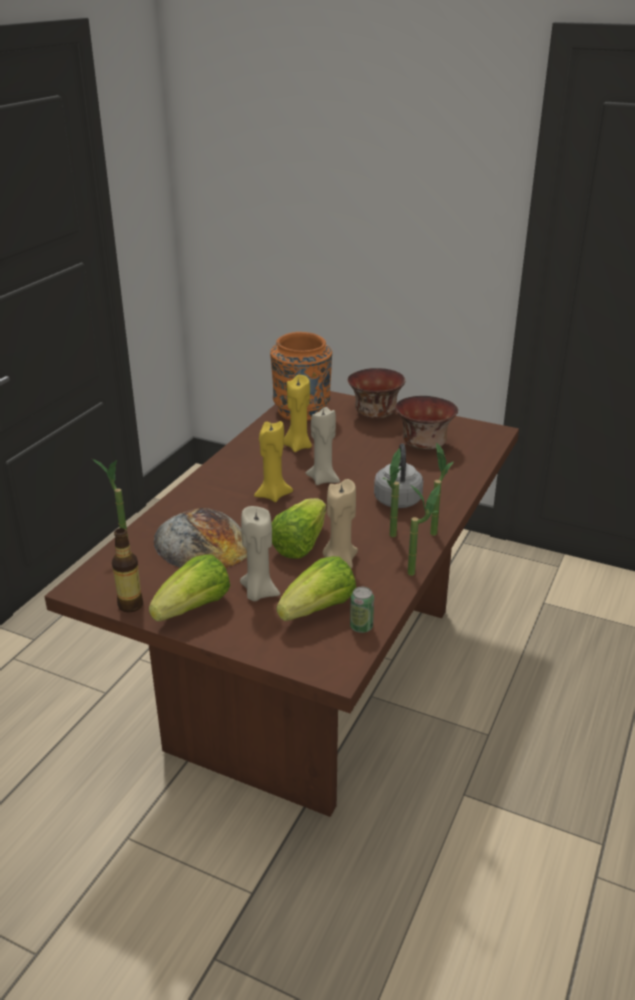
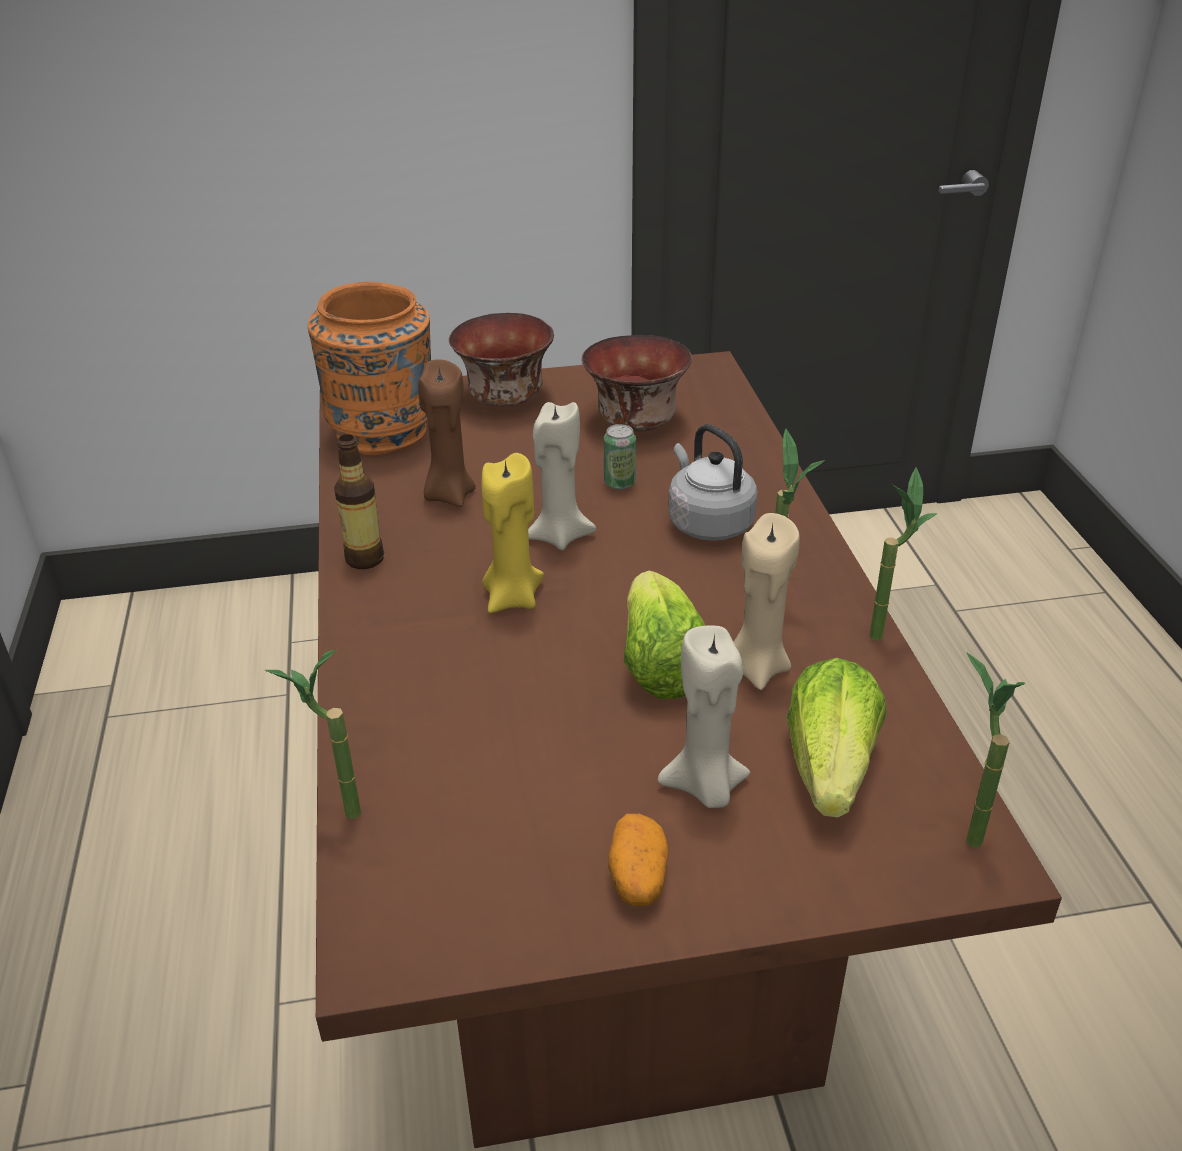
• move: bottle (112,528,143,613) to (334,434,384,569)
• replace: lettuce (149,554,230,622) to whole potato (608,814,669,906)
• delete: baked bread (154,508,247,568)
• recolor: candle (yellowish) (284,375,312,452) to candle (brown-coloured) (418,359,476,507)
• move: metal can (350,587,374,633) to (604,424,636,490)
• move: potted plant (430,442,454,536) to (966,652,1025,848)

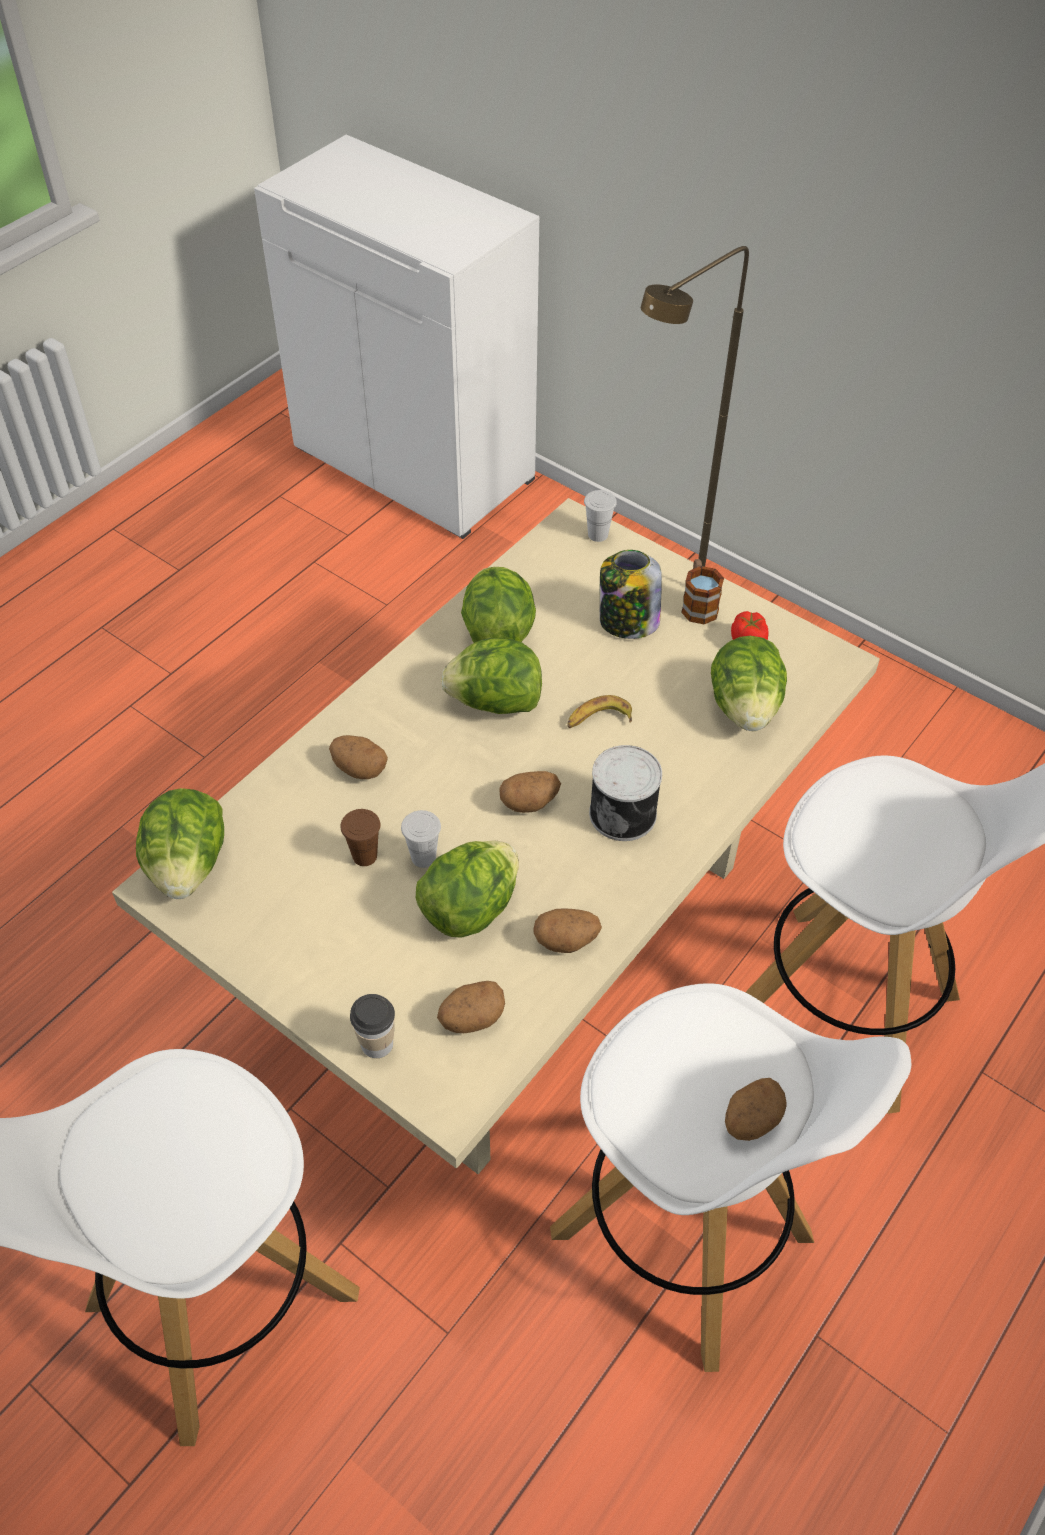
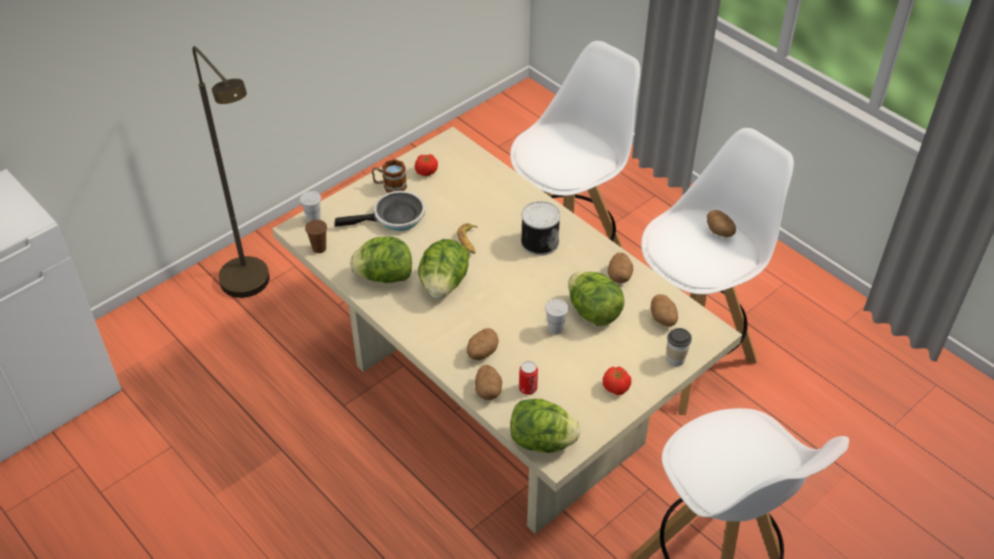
• move: drinking cup (brown-coloured) (340,809,380,866) to (305,220,327,253)
• move: whole potato (499,771,561,813) to (475,365,502,400)
• replace: jar (600,550,662,639) to frying pan (335,191,425,231)
• delete: lettuce (711,636,787,731)
• insert: metal can (519,361,538,395)
• insert: fresh tomato (603,367,631,395)

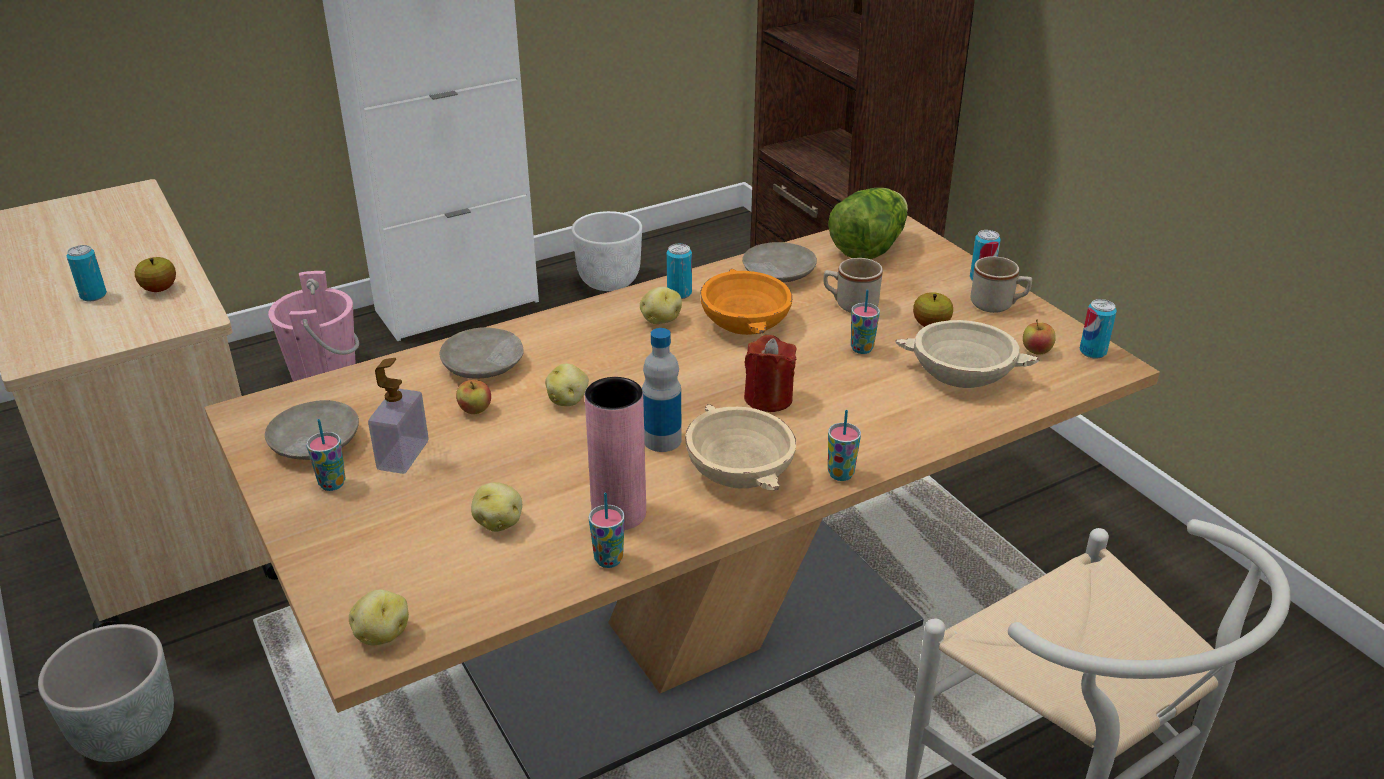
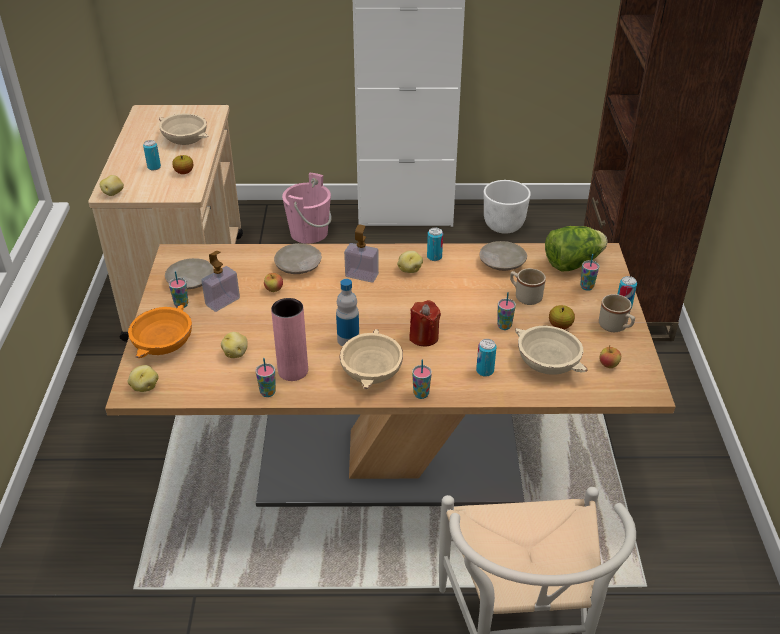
• delete: planter (gray) (38,624,174,762)
• move: whole potato (545,364,589,406) to (99,175,124,196)
• move: bowl (orange) (700,269,792,335) to (128,305,192,358)
• move: metal can (1080,299,1117,359) to (476,339,496,377)
• insert: bowl (sand-coloured) (159,114,209,145)
• insert: soap dispenser (344,224,379,283)
• insert: drinking cup (580,254,599,291)

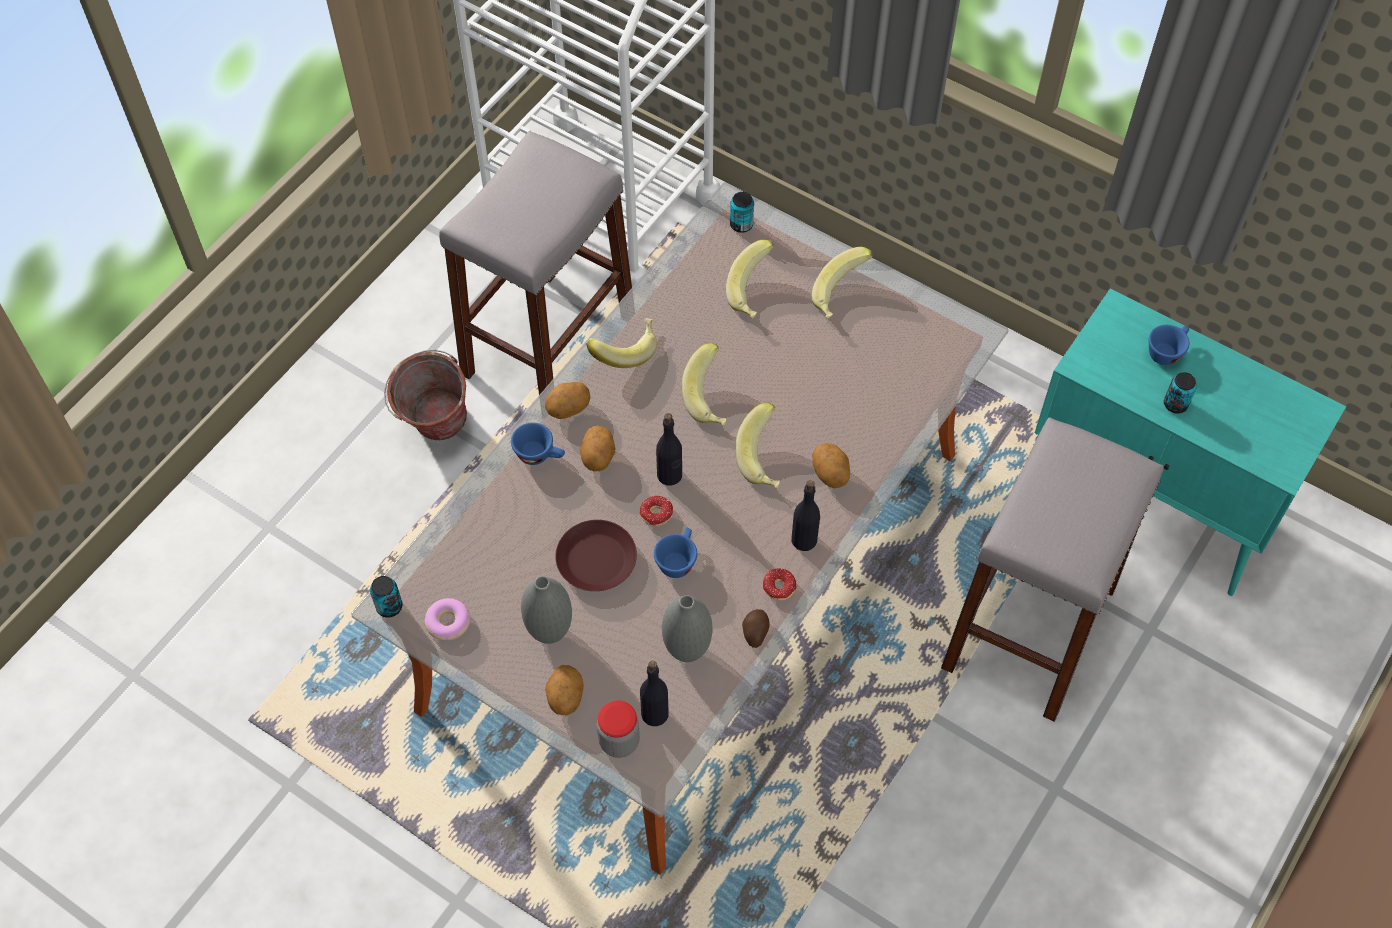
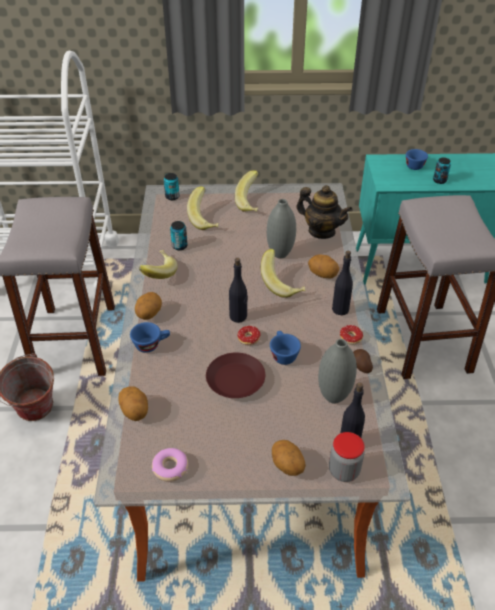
• move: metal can (370,576,403,618) to (170,221,188,250)
• move: decorative vase (gray) (521,576,572,644) to (267,199,296,258)
• move: whole potato (580,425,615,471) to (118,386,148,421)
• delete: banana fruit (682,343,727,426)
• insert: tea pot (296,185,352,239)

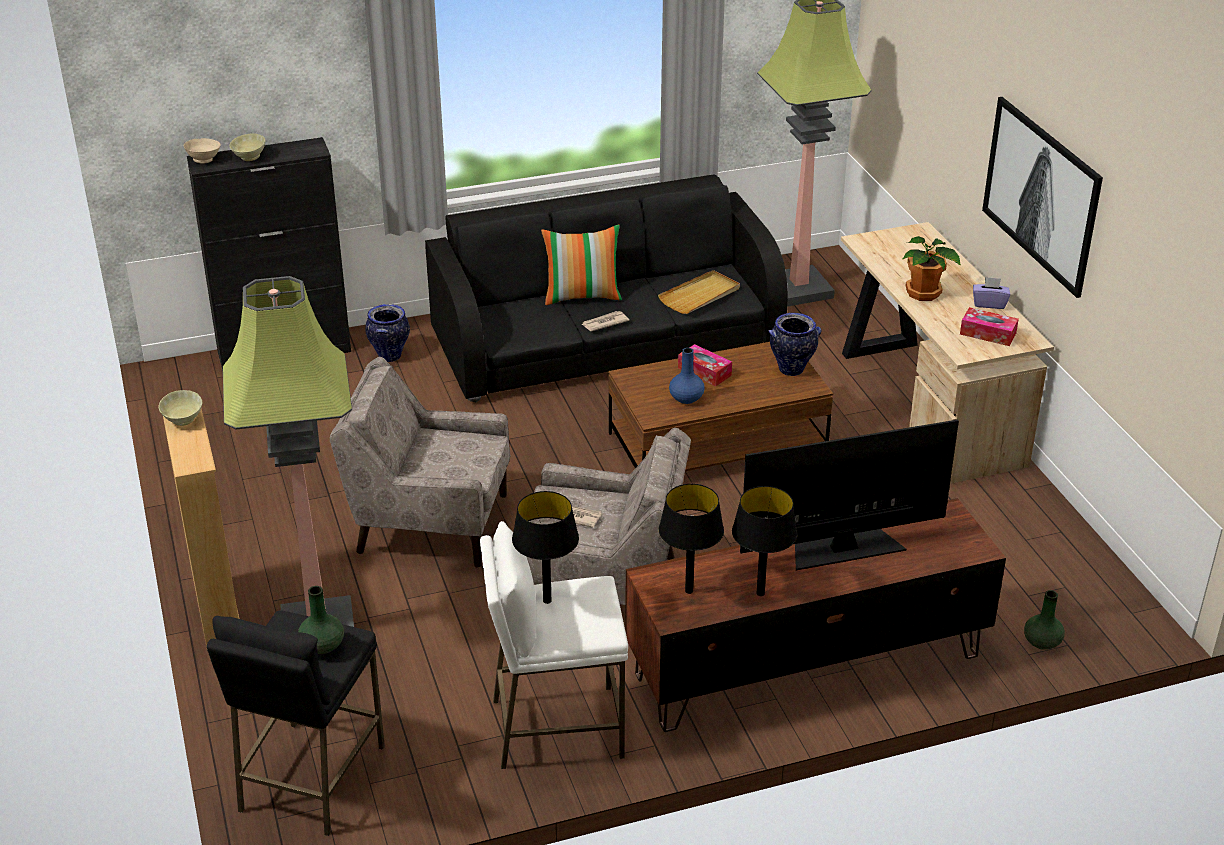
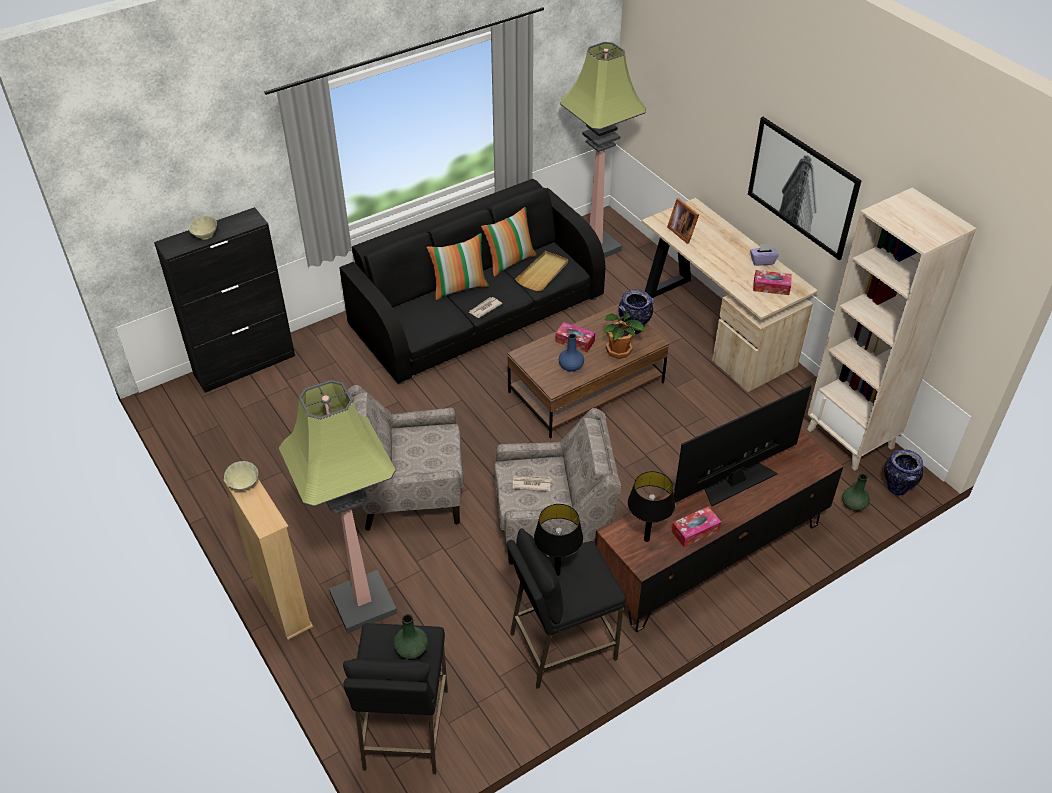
• delete: bowl (sand-coloured) (184,138,221,164)
• move: decorative vase (365,304,410,362) to (884,449,923,496)
• recolor: stool (whitish) (480,521,628,769) to stool (black-coloured) (506,529,626,689)
• replace: lamp for a table (black-coloured) (732,486,798,596) to tissue box (671,506,721,547)
• move: potted plant (902,236,961,301) to (603,313,645,359)
• insert: throw pillow (481,207,537,277)
• insert: picture frame (667,198,699,244)
• insert: shelving unit (sand-coloured) (807,188,976,471)

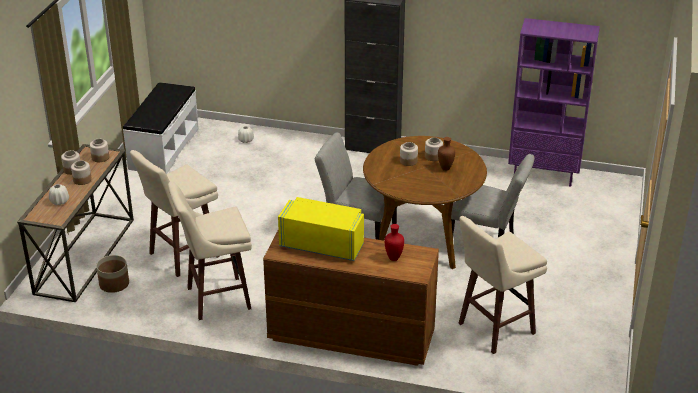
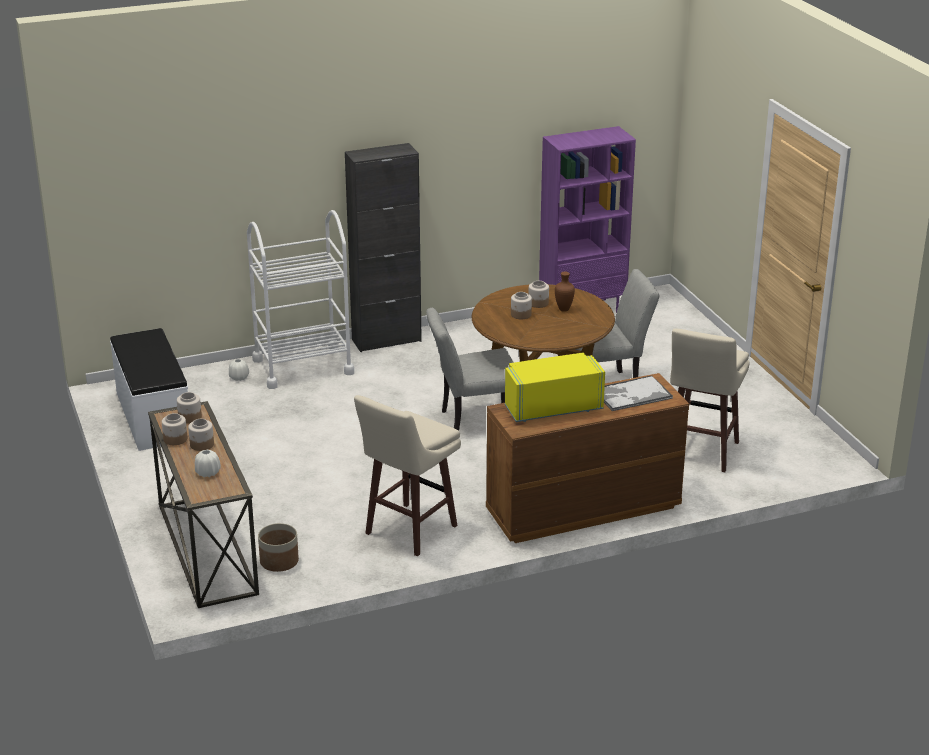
• delete: stool (sand-coloured) (130,150,220,277)
• replace: decorative vase (reddish) (385,224,404,261) to serving tray (604,375,673,411)
• insert: wheeled cart (whitish) (247,210,354,389)

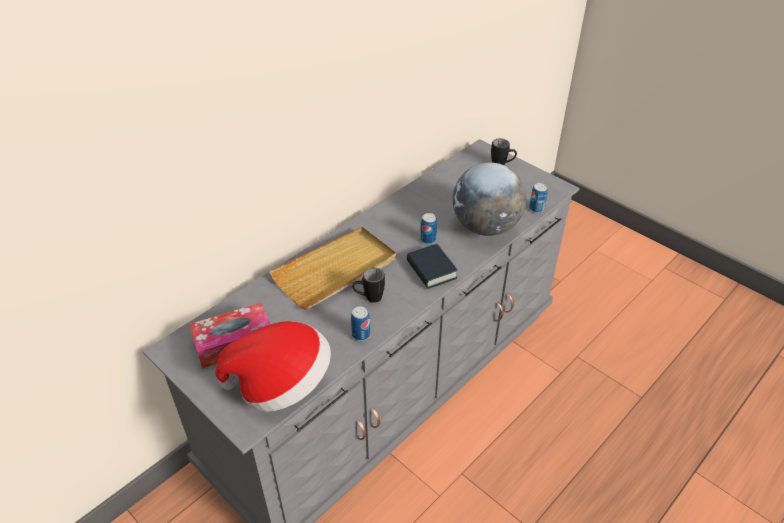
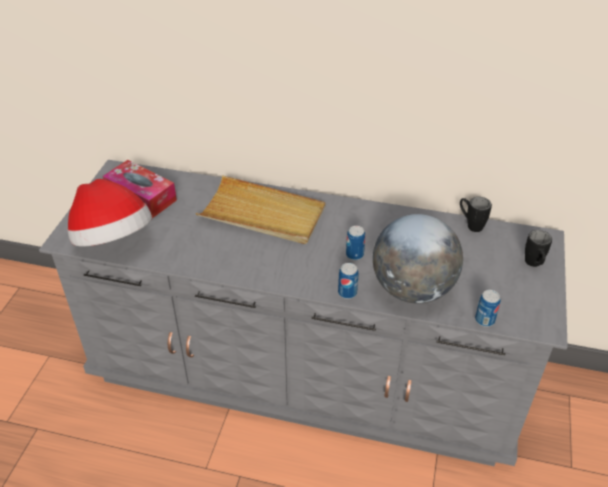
• move: metal can (351,306,370,341) to (338,263,358,299)
• move: tea mug (black-coloured) (352,268,385,303) to (460,197,492,232)
• delete: bound book (407,244,458,289)

